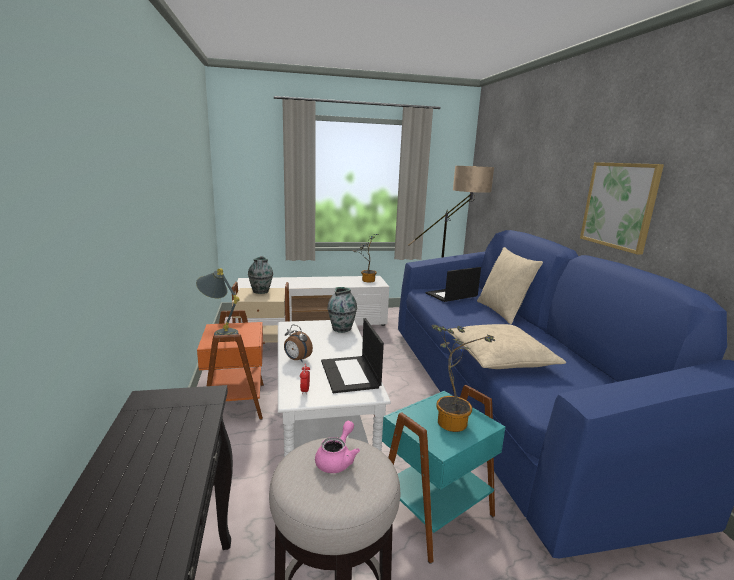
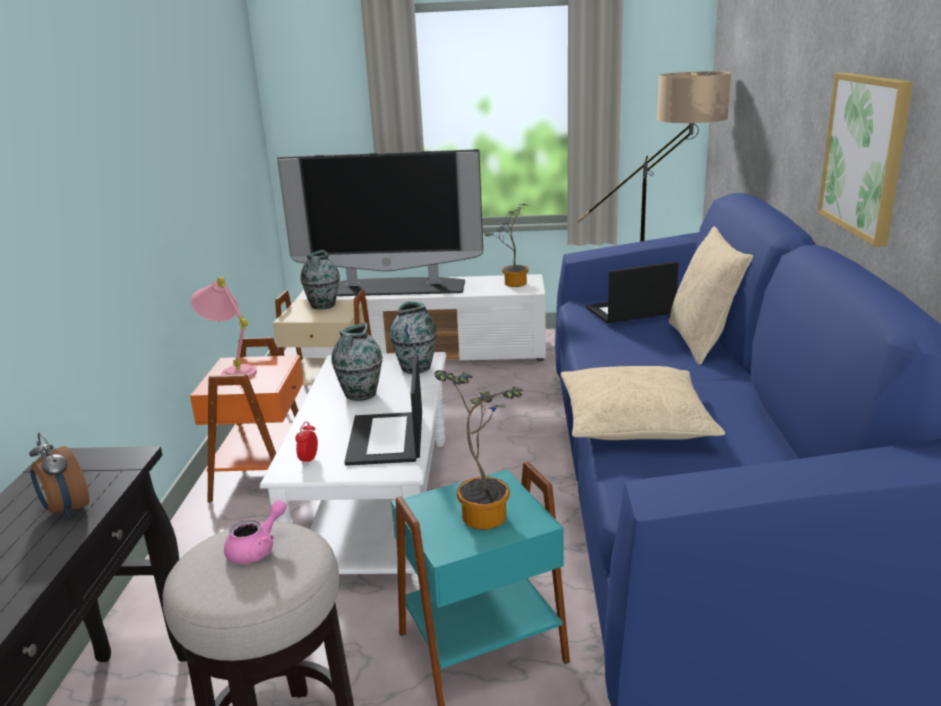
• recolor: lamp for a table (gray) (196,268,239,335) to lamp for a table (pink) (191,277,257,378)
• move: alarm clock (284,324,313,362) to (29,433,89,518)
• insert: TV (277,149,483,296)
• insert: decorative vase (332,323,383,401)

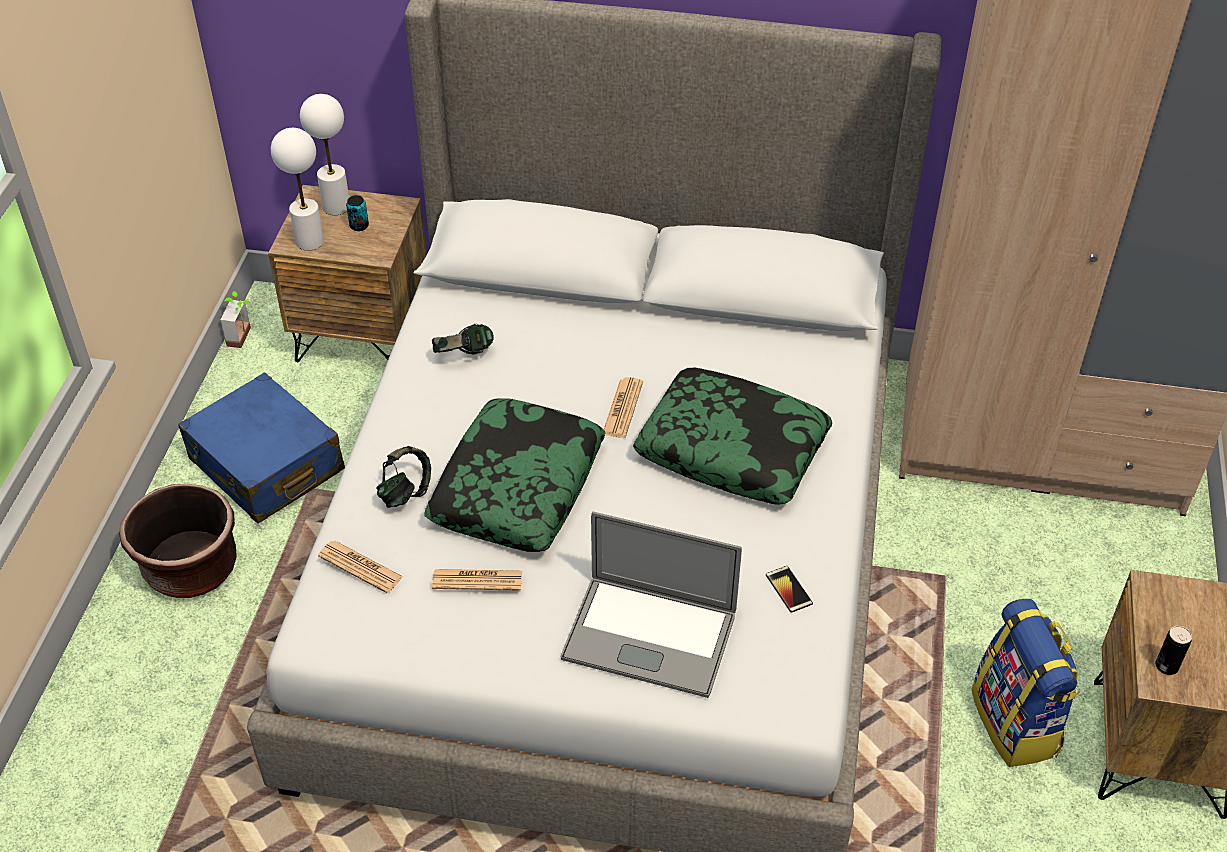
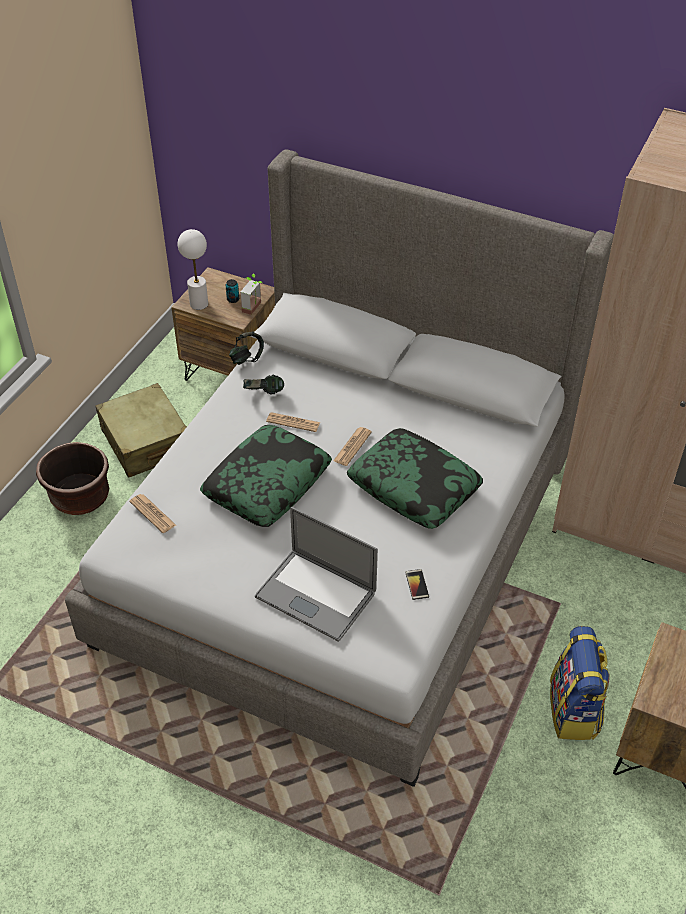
• recolor: piece of luggage (blue) (178,372,345,524) to piece of luggage (sand-coloured) (95,383,187,478)
• move: potted plant (220,291,251,348) to (240,274,262,315)
• delete: lamp for a table (whitish) (300,94,349,215)
• move: pair of headphones (377,446,431,508) to (229,332,264,365)
• move: printed paper (432,569,522,591) to (266,412,320,432)
• delete: metal can (1155,626,1192,675)

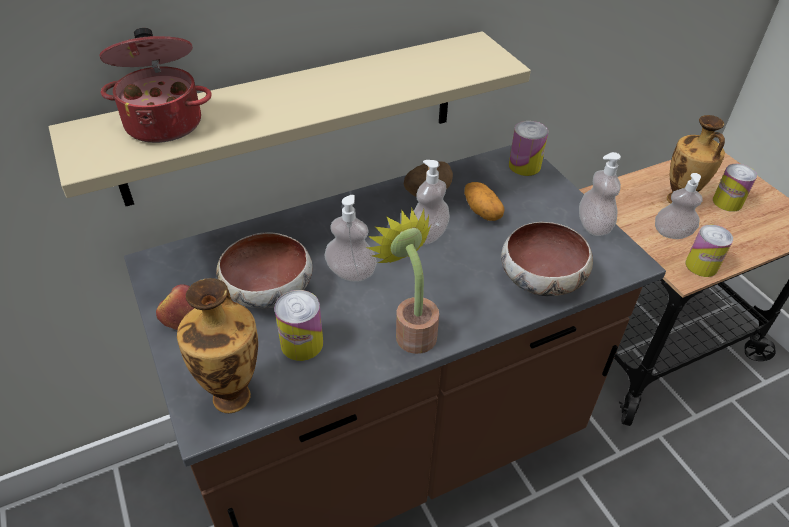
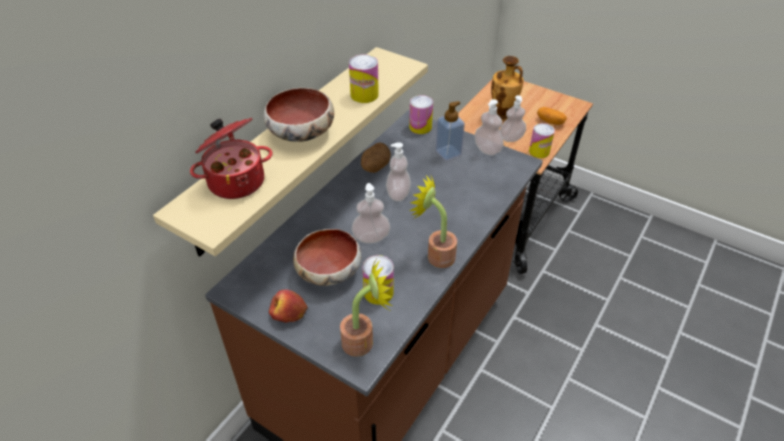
• replace: decorative vase (177,278,258,413) to potted plant (340,260,392,357)
• move: whole potato (464,182,504,221) to (537,107,567,125)
• move: bowl (501,222,593,296) to (264,88,334,142)
• move: metal can (713,164,757,212) to (349,54,379,103)
• insert: soap dispenser (435,101,465,160)

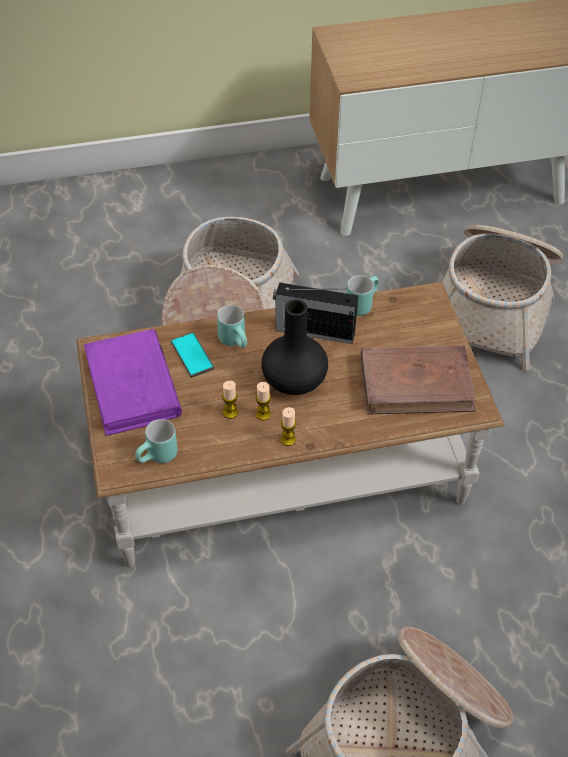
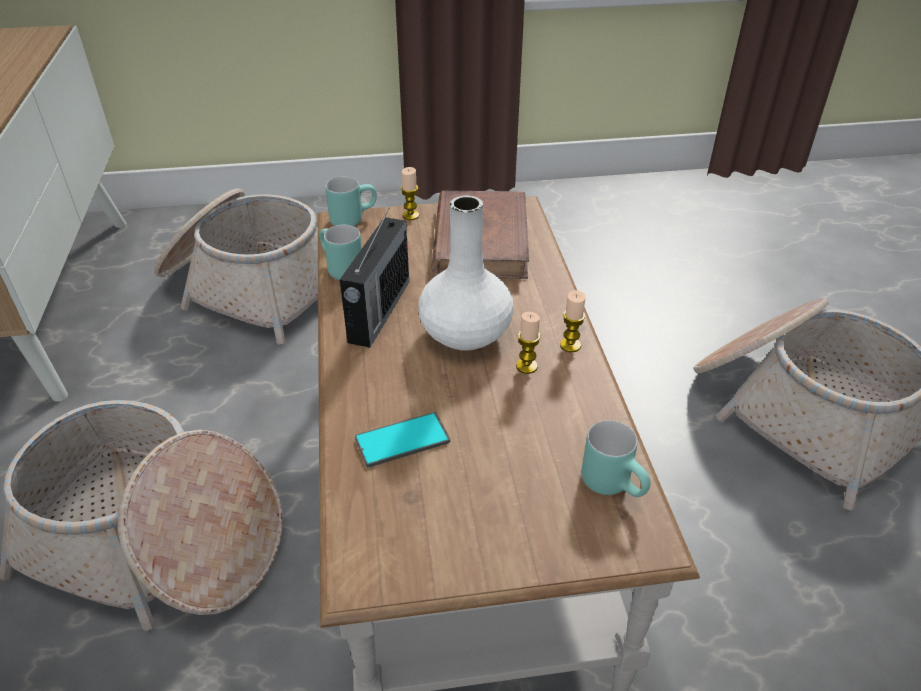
• delete: bound book (purplish) (84,329,182,436)
• move: tea mug (turquoise-coloured) (217,305,247,348) to (325,177,377,226)
• move: candle (222,381,238,419) to (401,167,419,220)
• recolor: decorative vase (black-coloured) (261,299,328,395) to decorative vase (whitish) (418,196,513,351)

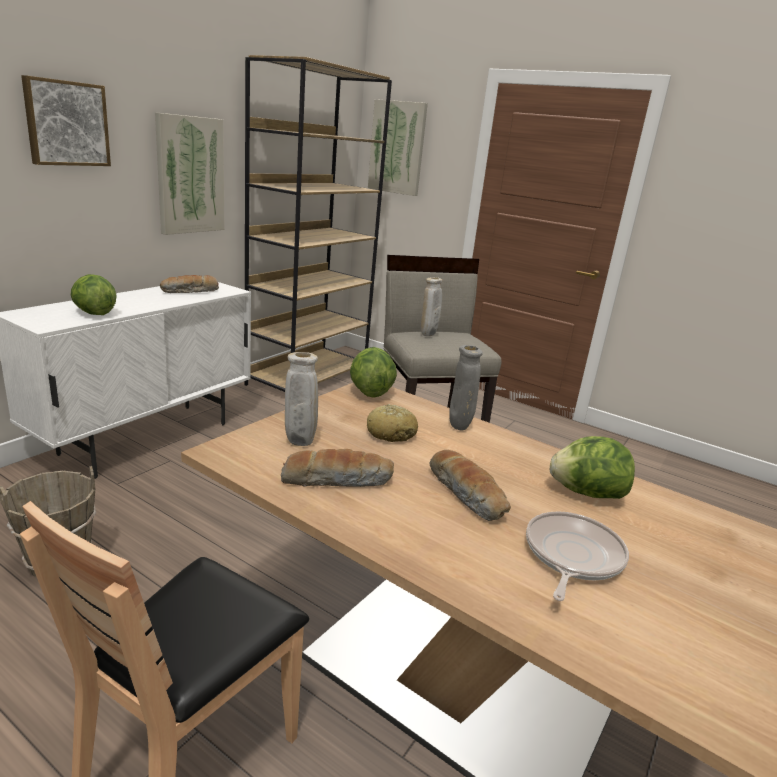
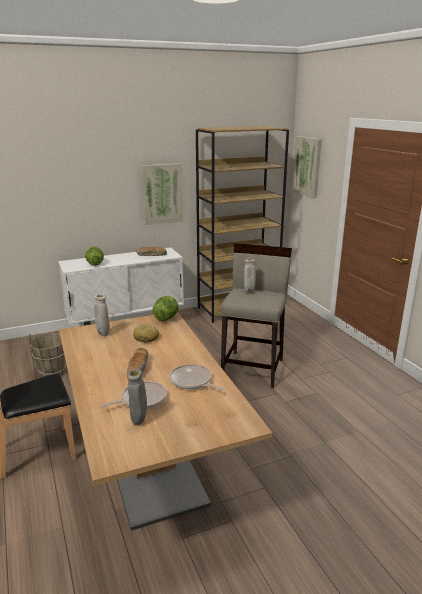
• delete: wall picture (21,75,111,166)
• delete: baked bread (281,449,394,487)
• move: decorative vase (gray) (449,345,483,431) to (127,370,147,425)
• replace: lettuce (550,436,635,499) to frying pan (170,364,223,391)

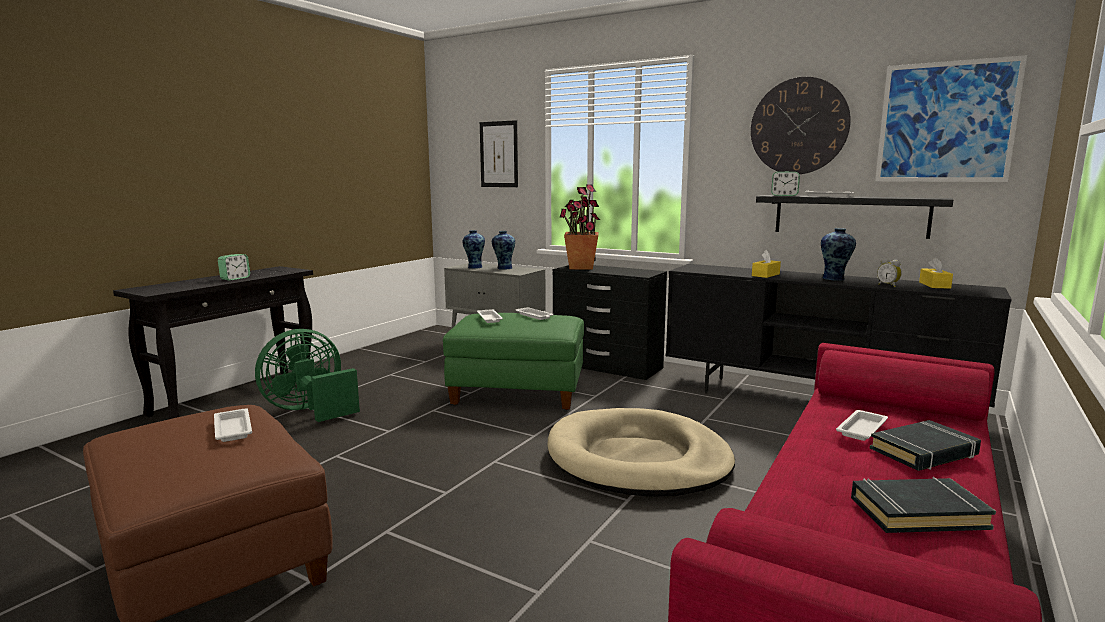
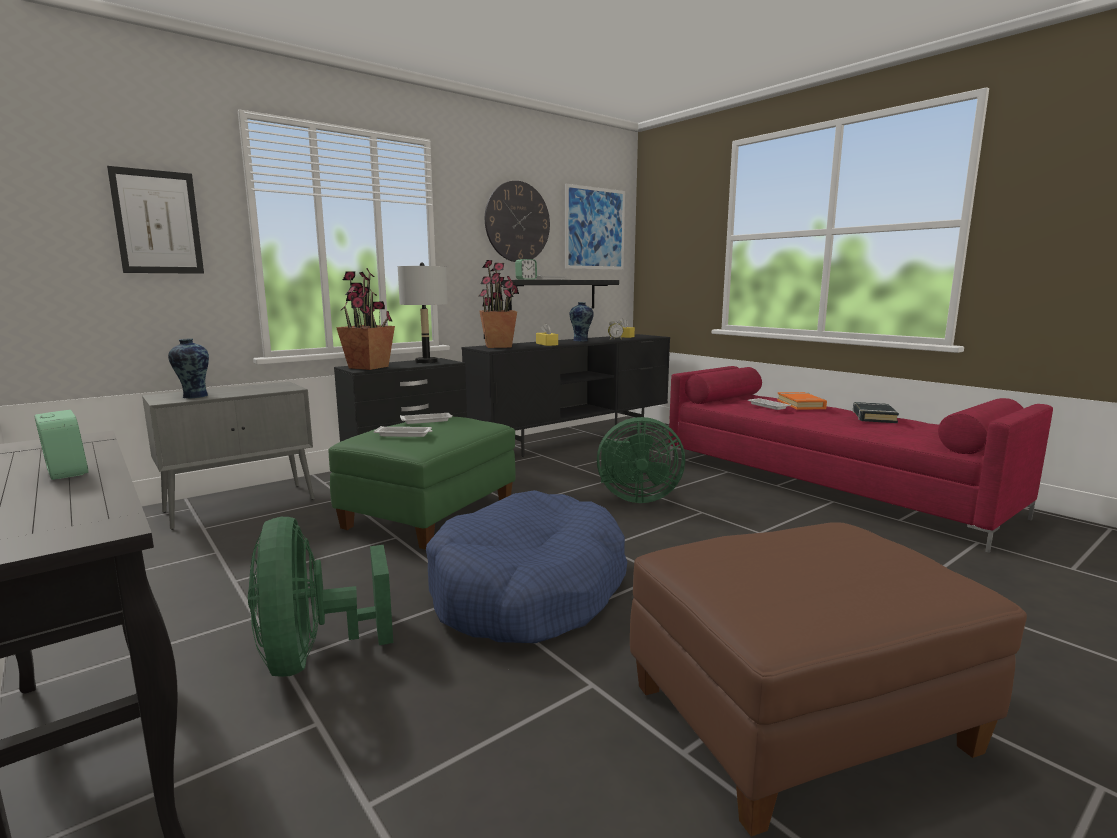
• delete: serving tray (whitish) (214,408,252,442)
• delete: decorative vase (492,231,515,270)
• replace: dog bed (sand-coloured) (548,408,735,496) to cooling fan (green-coloured) (597,417,685,503)
• recolor: bound book (black-coloured) (870,420,981,471) to bound book (orange) (777,392,827,410)
• insert: lamp for a table (gray) (398,262,448,363)
• insert: dog bed (blue) (426,490,627,643)
• insert: potted plant (479,260,519,348)

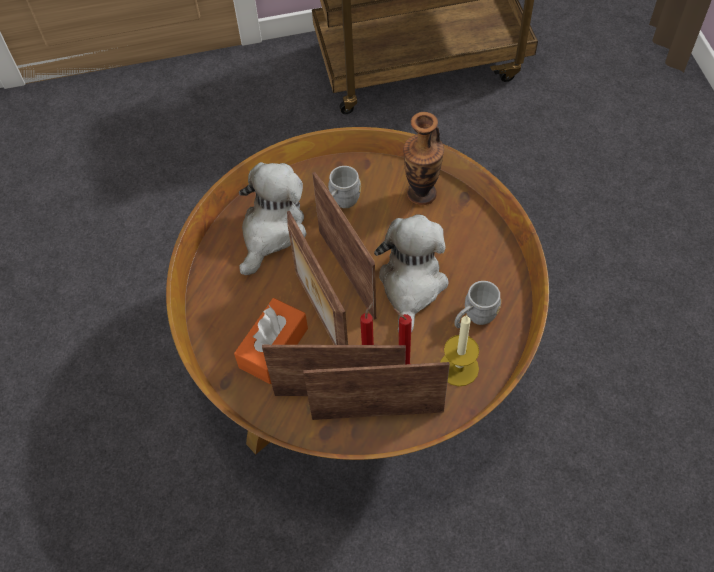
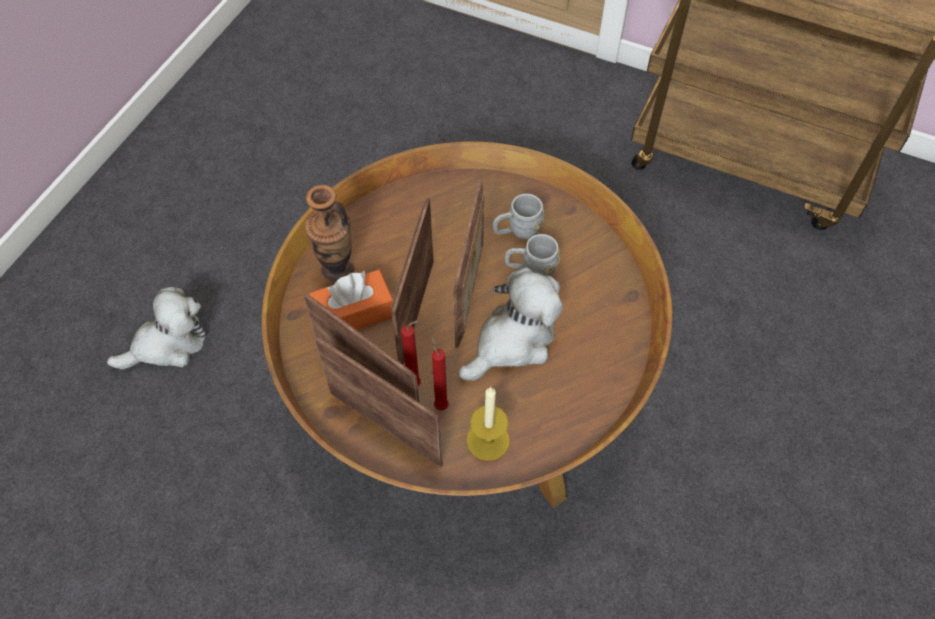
• move: cuddly toy (239,162,306,276) to (107,287,207,370)
• move: decorative vase (403,112,444,205) to (305,185,354,284)
• move: tea mug (gray) (454,281,501,328) to (505,234,560,276)

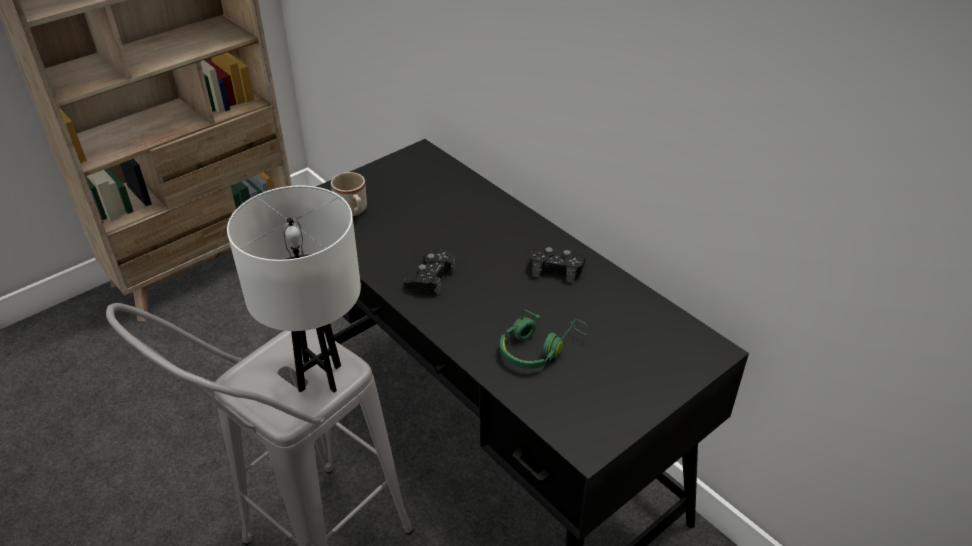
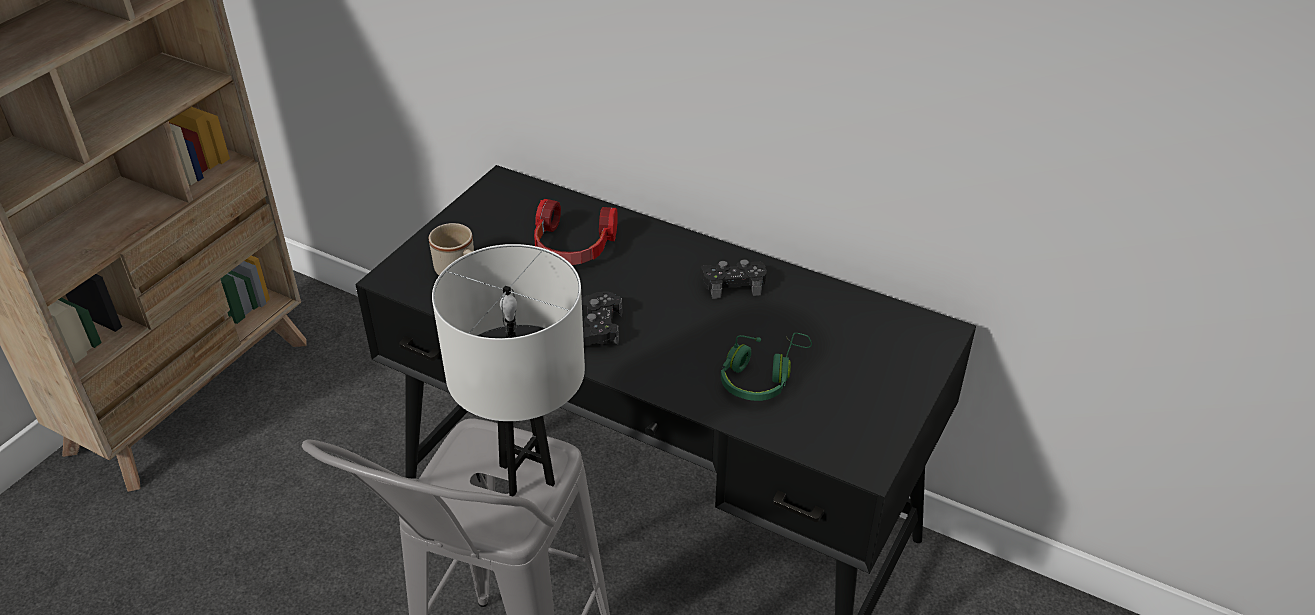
• insert: pair of headphones (534,199,618,265)

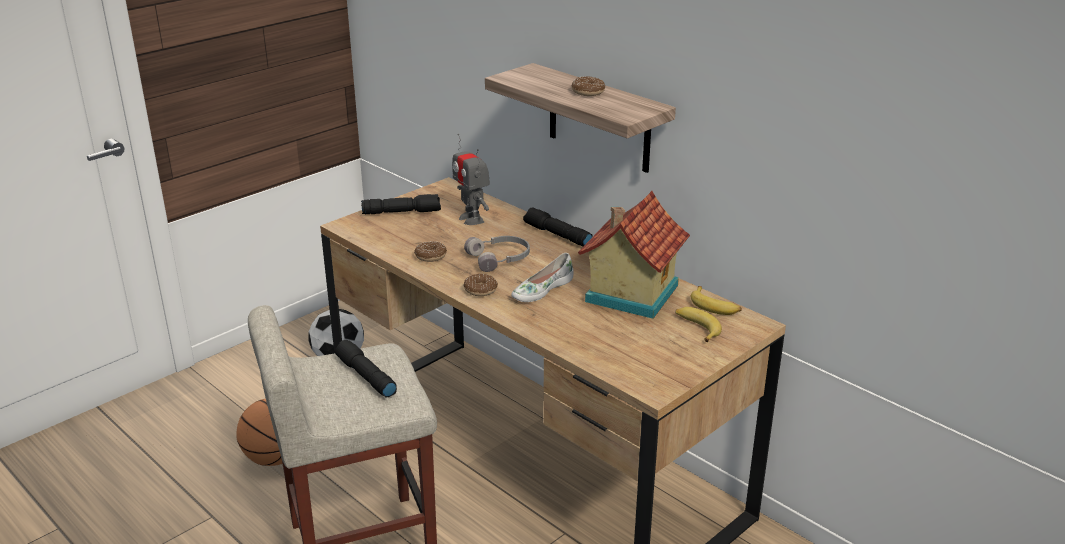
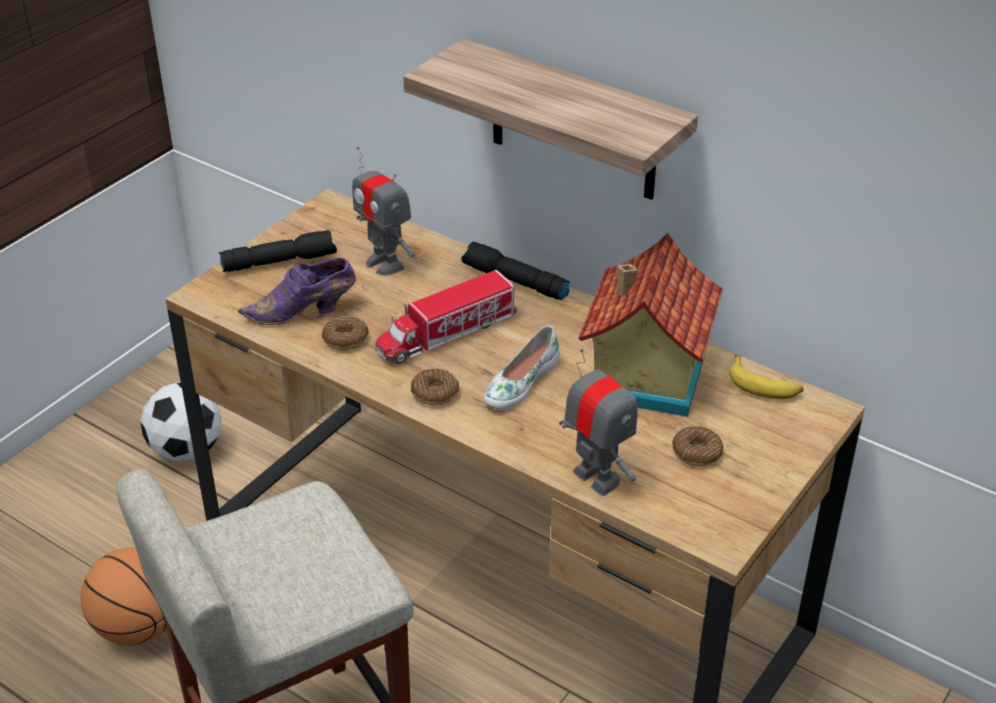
• delete: flashlight (black-coloured) (334,340,397,398)
• replace: pair of headphones (gray) (464,236,530,272) to toy truck (375,270,517,364)
• move: doughnut (571,76,606,96) to (672,426,724,467)
• delete: banana fruit (676,307,722,342)
• insert: shoe (purplish) (238,258,356,325)
• insert: robot figure (559,349,638,496)

